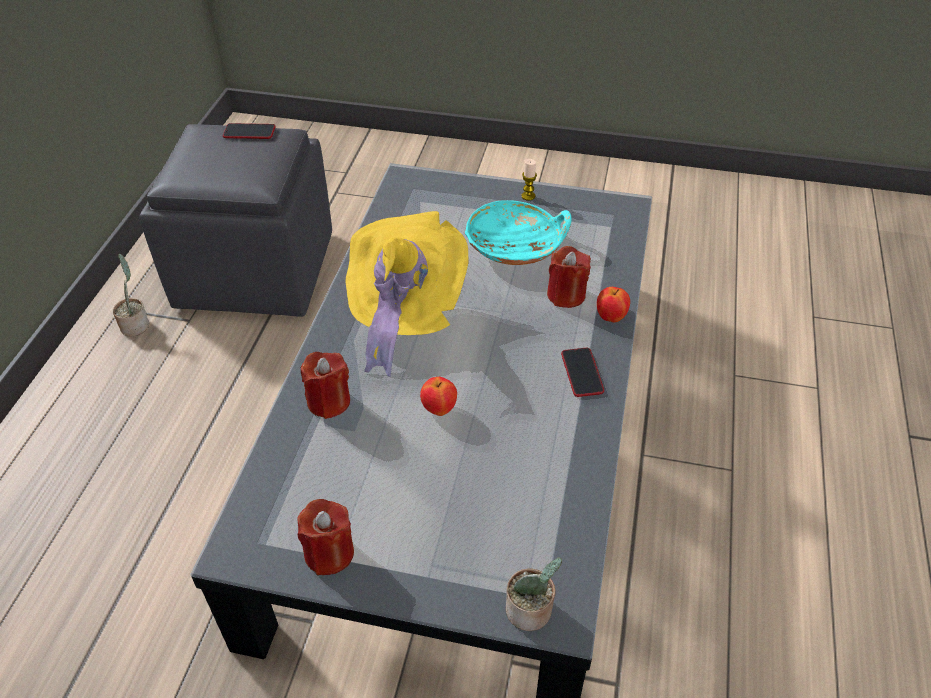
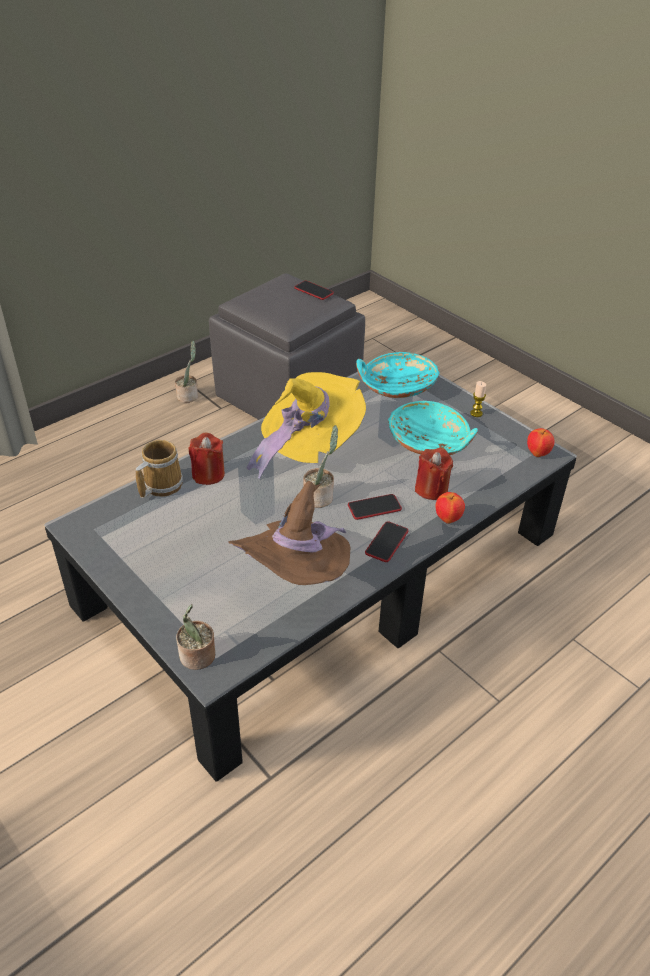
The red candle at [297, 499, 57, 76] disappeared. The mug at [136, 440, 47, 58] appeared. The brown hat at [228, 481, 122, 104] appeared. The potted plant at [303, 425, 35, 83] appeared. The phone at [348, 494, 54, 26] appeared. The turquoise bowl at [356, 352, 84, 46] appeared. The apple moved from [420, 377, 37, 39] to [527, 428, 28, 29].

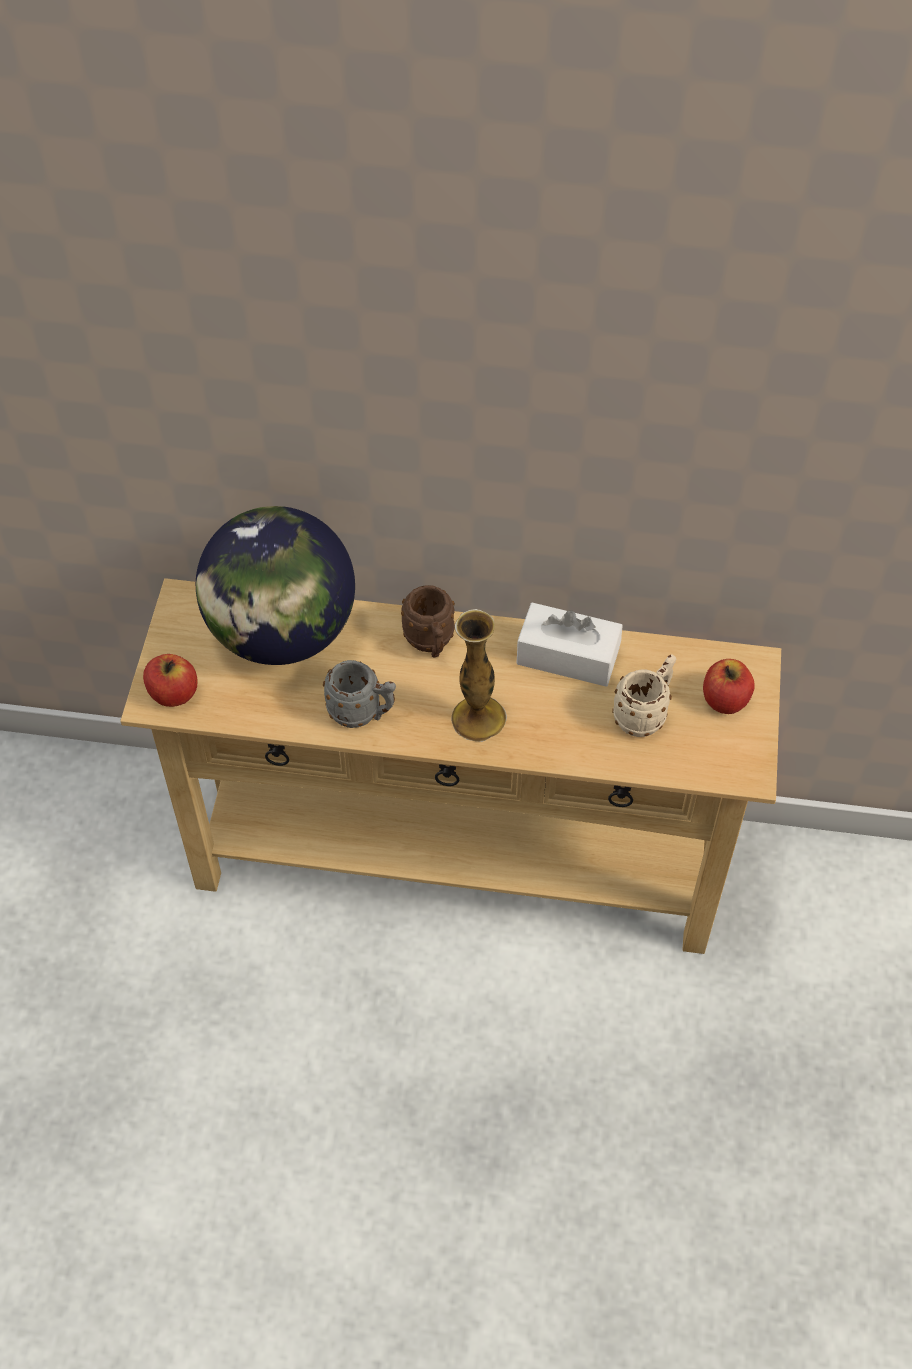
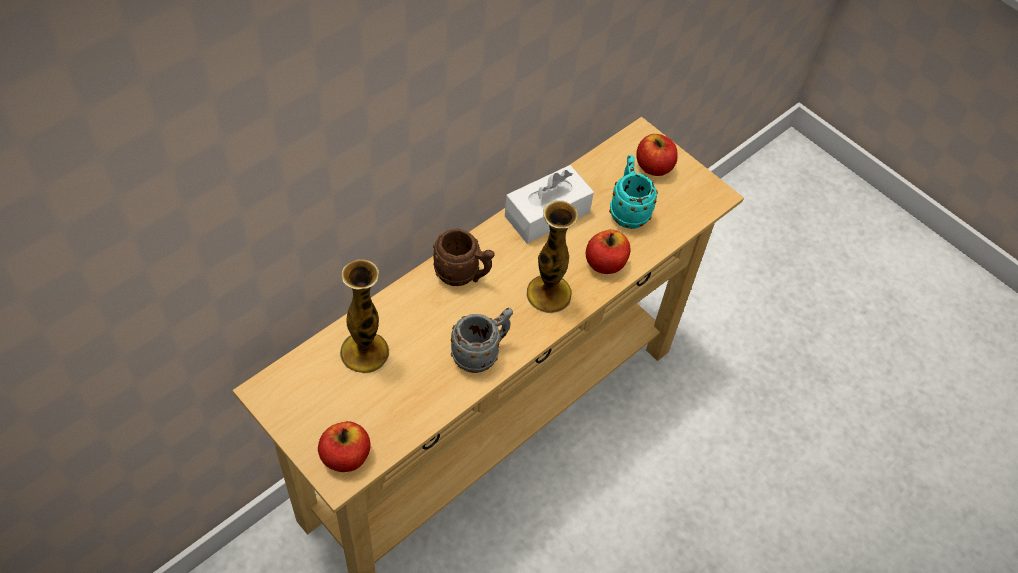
The apple at [586, 230, 45, 44] appeared. The globe at [196, 506, 159, 159] was replaced by the vase at [340, 259, 49, 114]. The beige mug at [612, 654, 64, 83] became the turquoise mug at [609, 155, 49, 74].

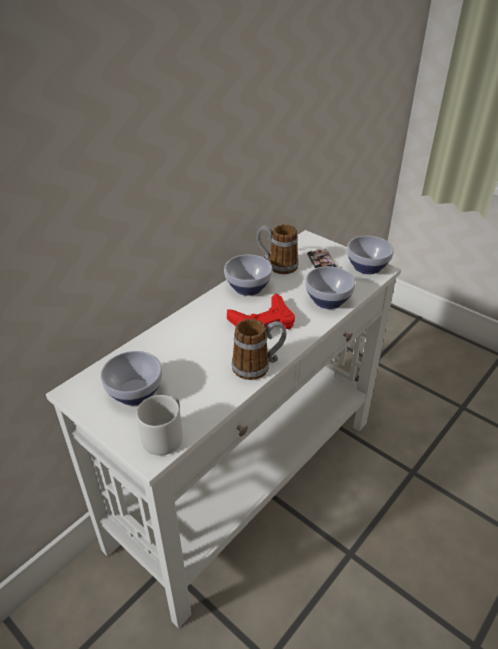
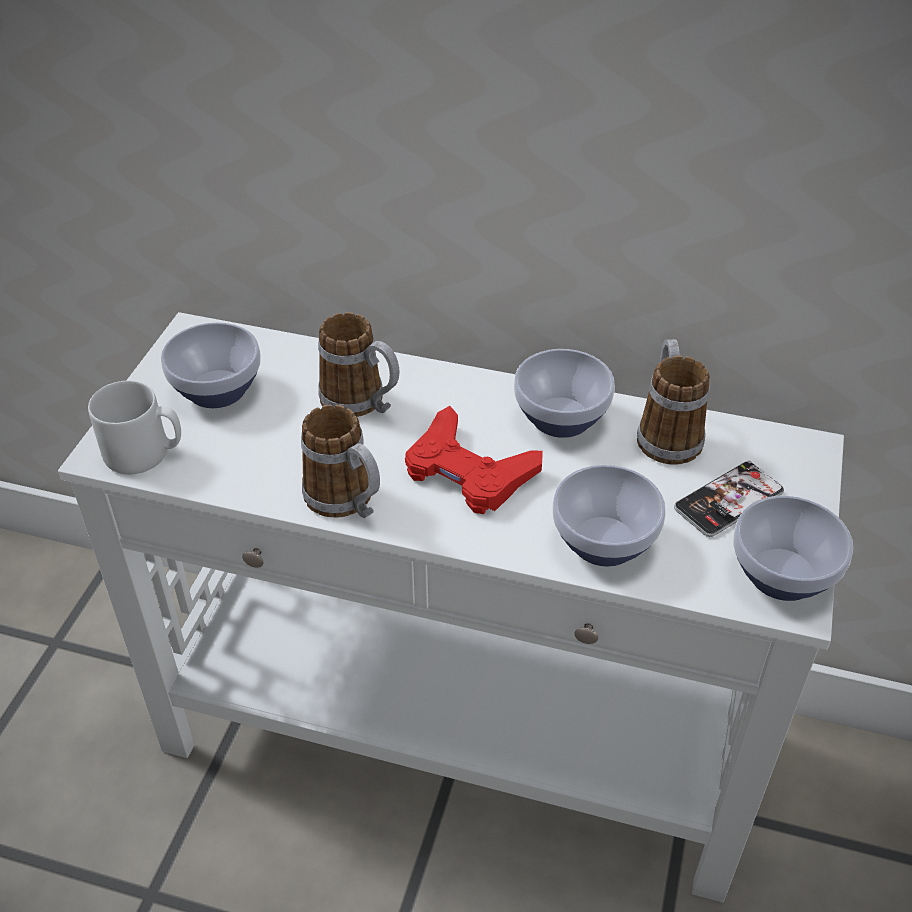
The mug at [318, 312, 81, 105] appeared.

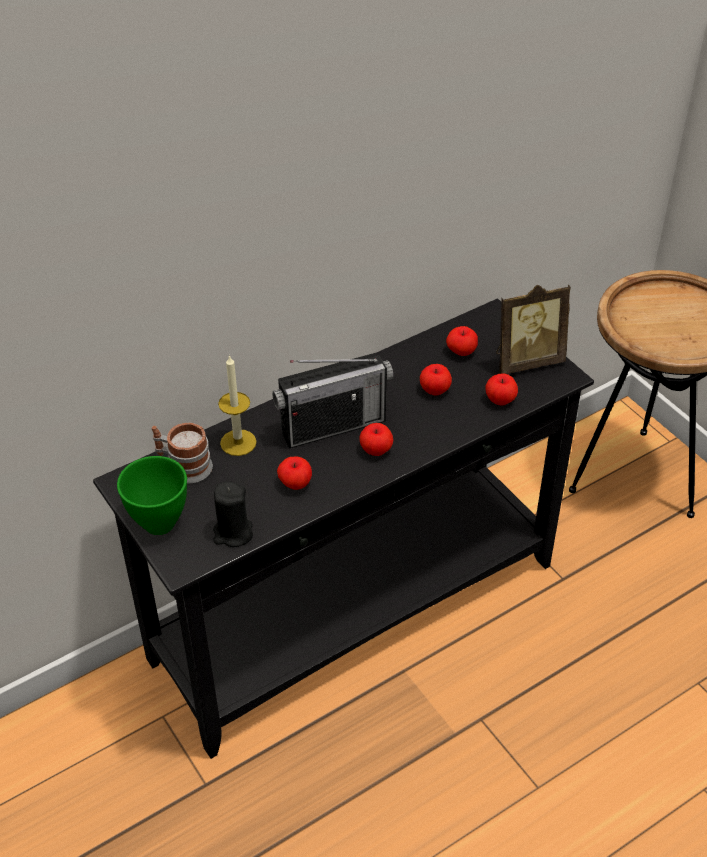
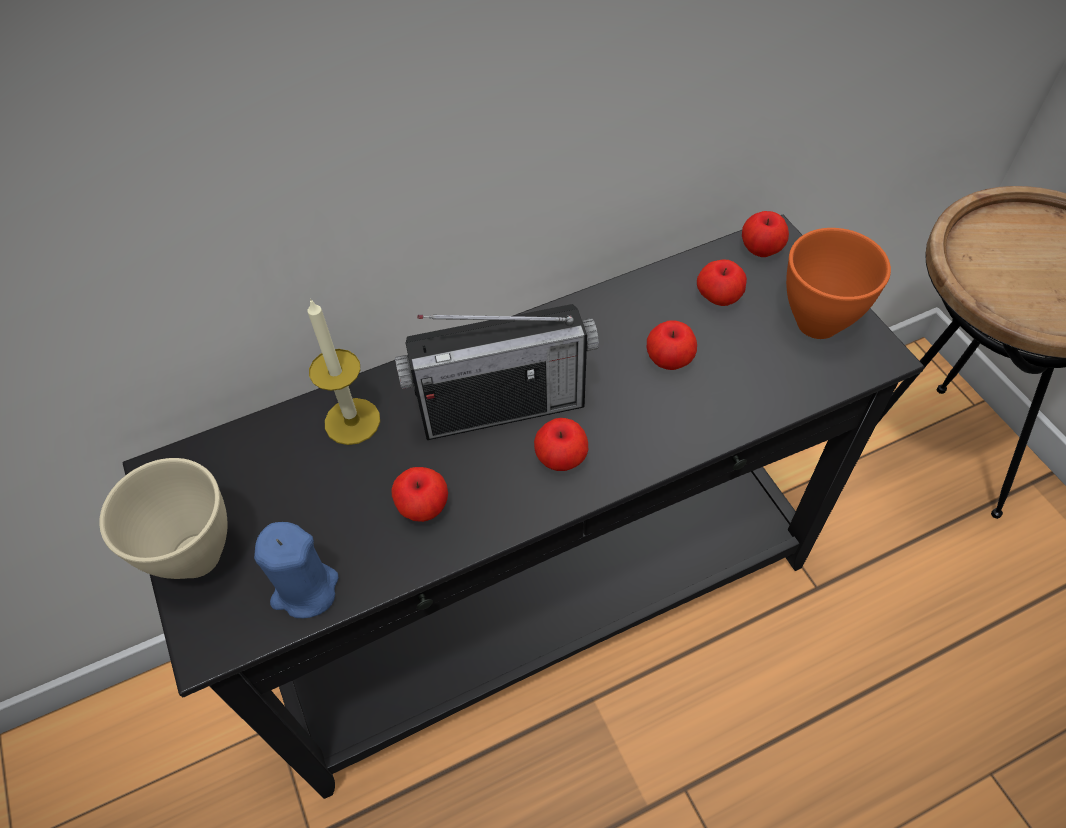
The mug at [152, 423, 61, 60] disappeared. The apple moved from [486, 374, 32, 32] to [742, 211, 47, 46]. The picture frame at [496, 285, 75, 89] was replaced by the orange bowl at [786, 228, 105, 111]. The green bowl at [117, 456, 70, 79] became the beige bowl at [99, 458, 129, 121]. The black candle at [213, 481, 40, 66] became the blue candle at [254, 522, 85, 96].

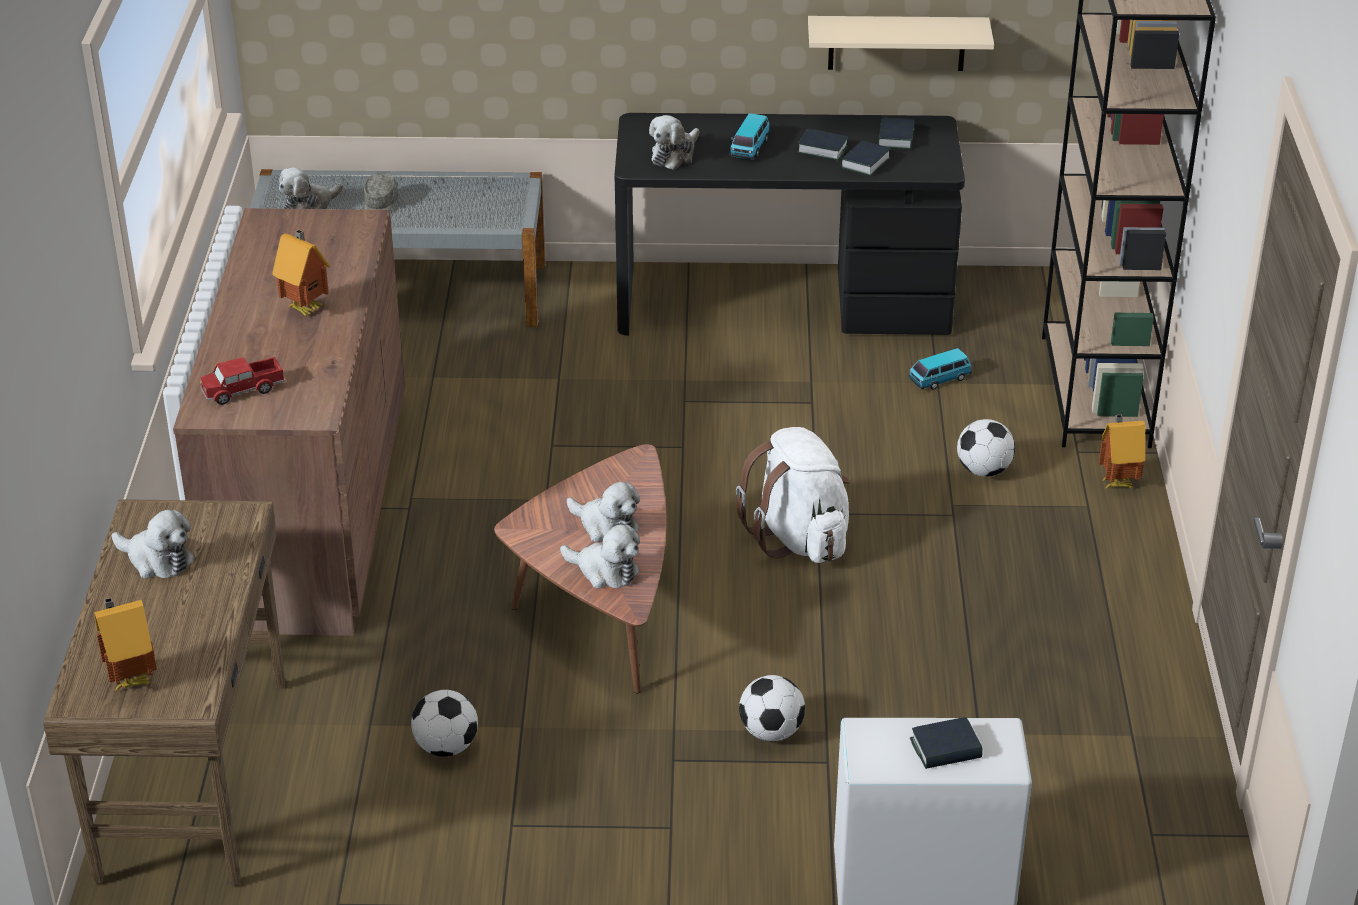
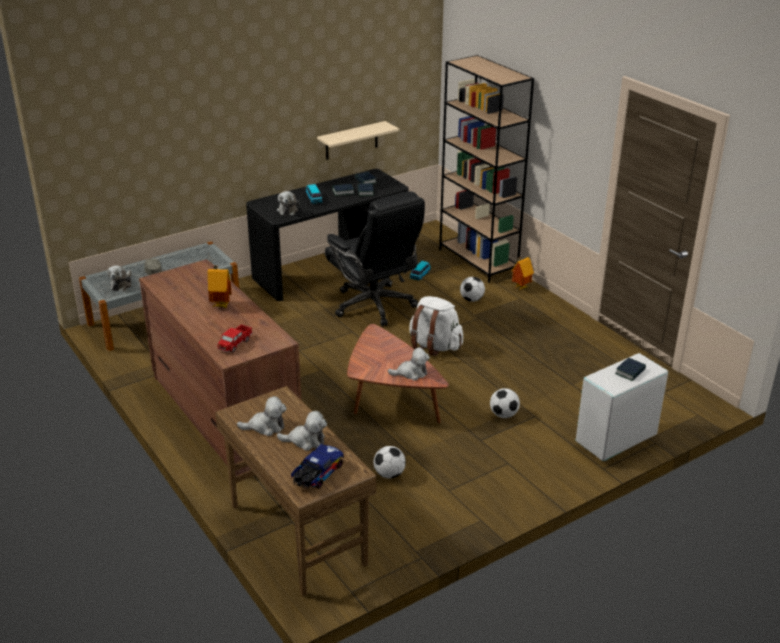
The black office chair at [325, 191, 100, 135] appeared. The plush toy moved from [567, 482, 73, 60] to [277, 411, 50, 40]. The toy house at [94, 597, 63, 95] was replaced by the toy truck at [291, 444, 53, 45].

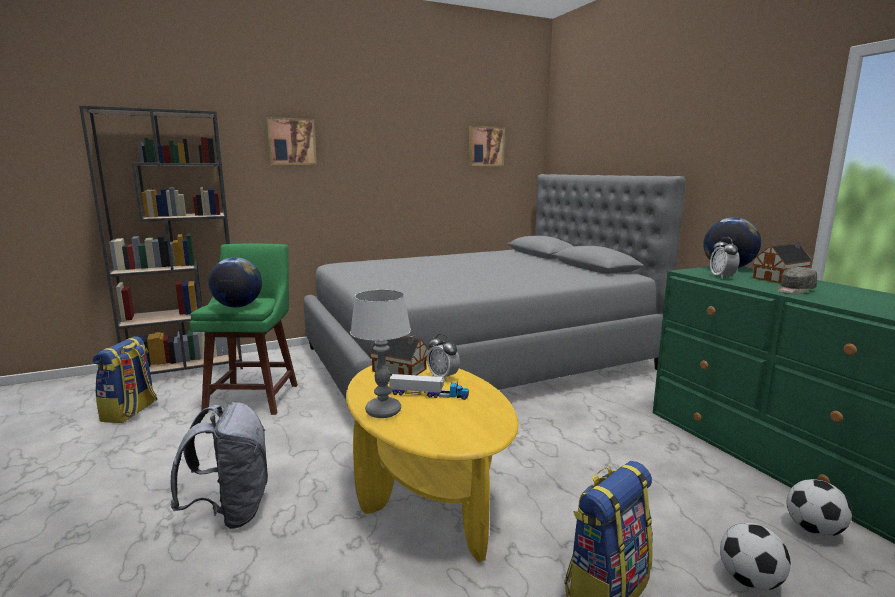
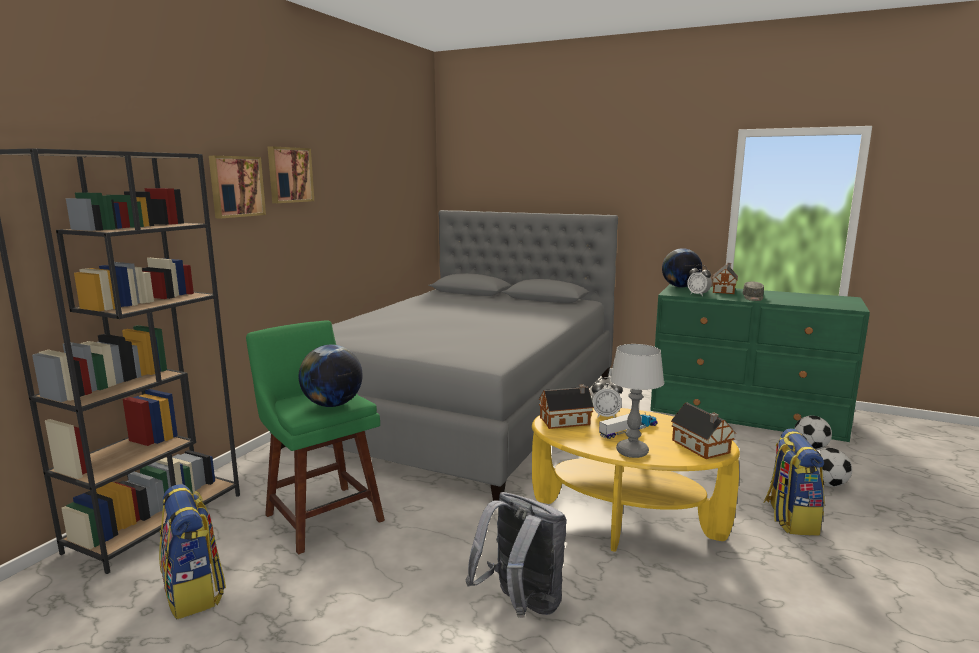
The toy house at [671, 403, 65, 56] appeared. The picture moved from [469, 126, 36, 40] to [268, 146, 46, 57].

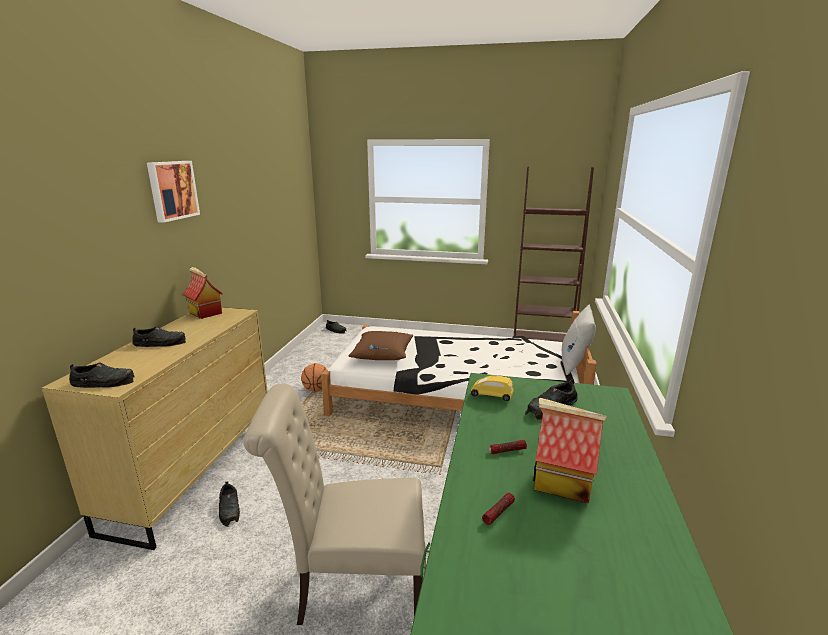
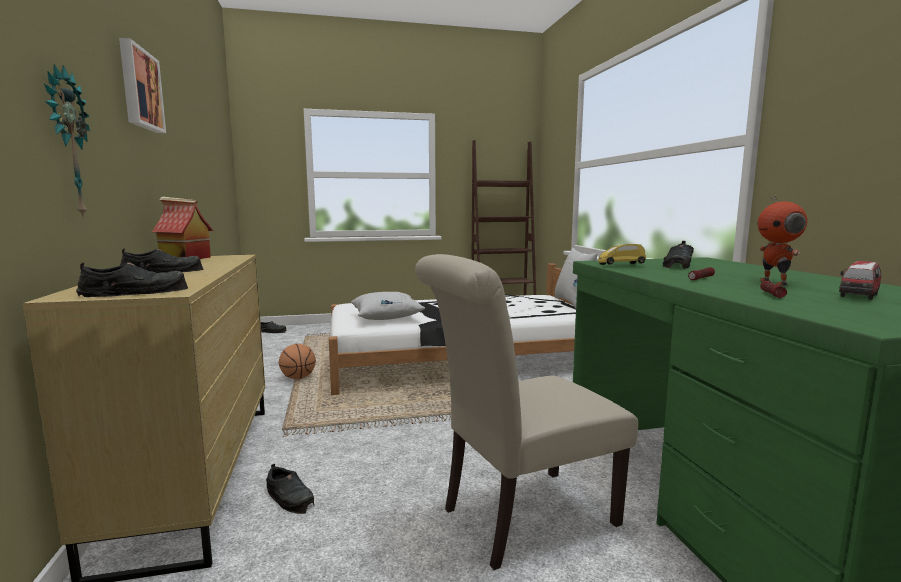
The wall clock at [44, 64, 46, 154] appeared. The toy car at [839, 261, 42, 39] appeared. The toy house at [533, 398, 74, 105] was replaced by the toy robot at [758, 195, 49, 90]. The brown pillow at [348, 331, 65, 29] became the grey pillow at [351, 291, 74, 29].

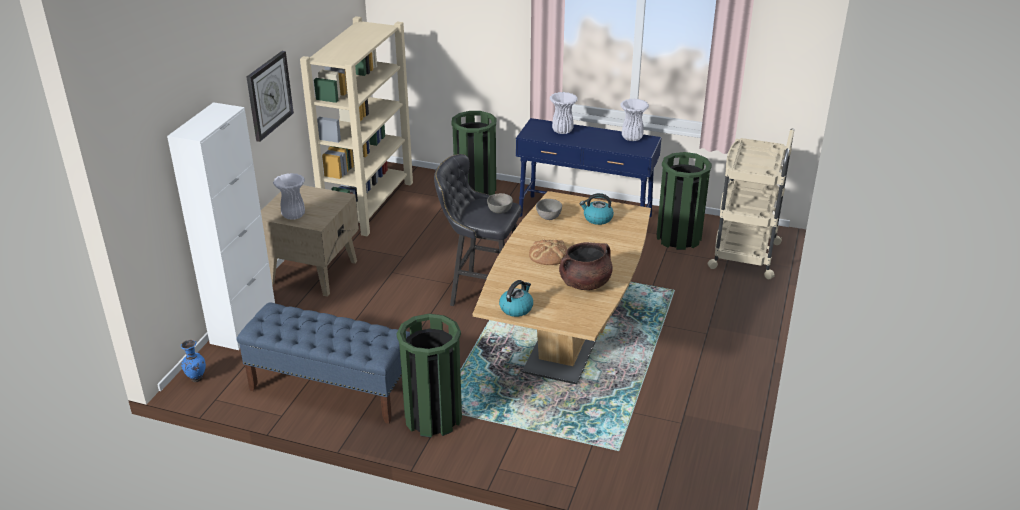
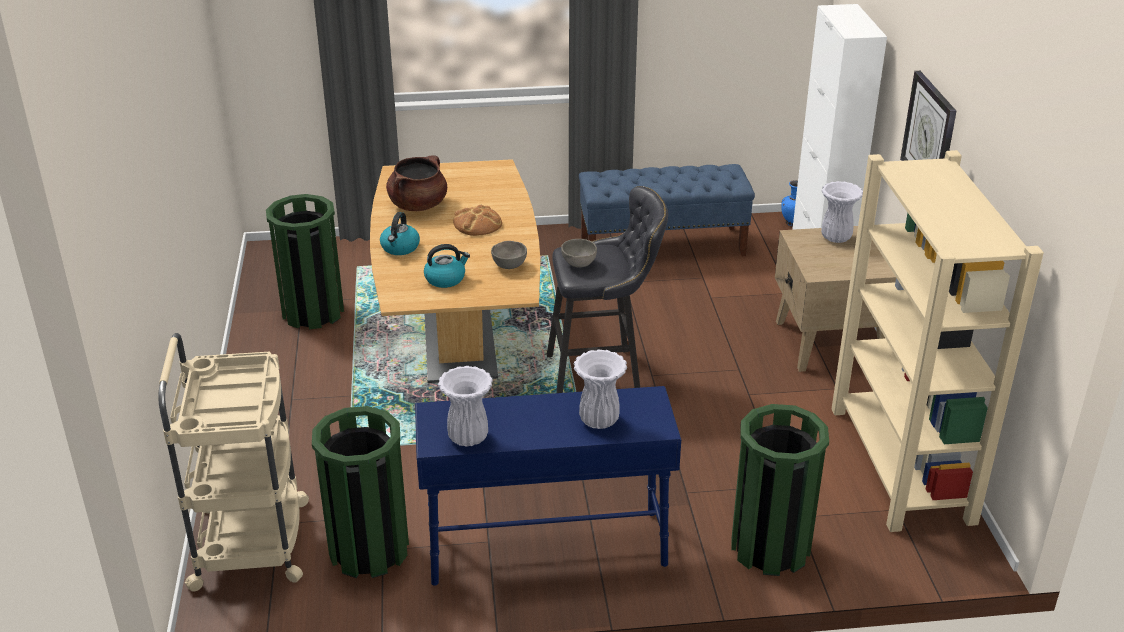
The green trash can moved from [397, 314, 65, 124] to [266, 194, 78, 135]. The kettle moved from [499, 280, 34, 37] to [380, 212, 40, 43].

